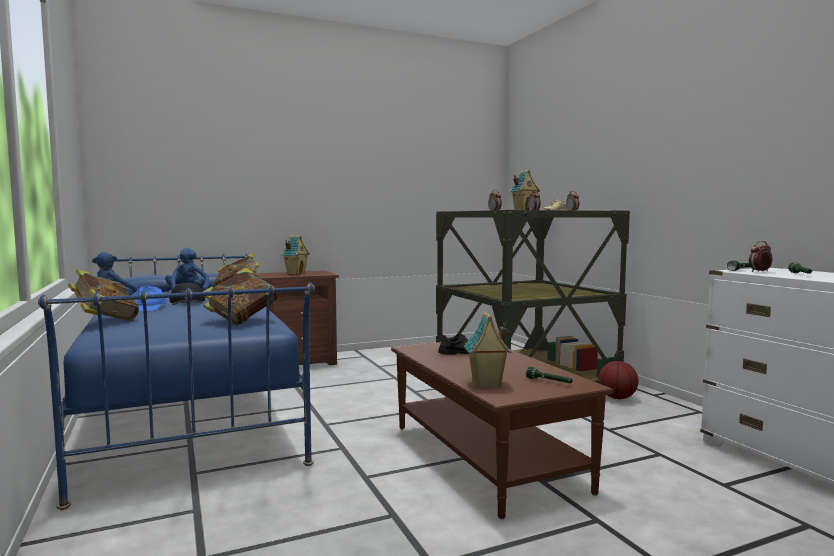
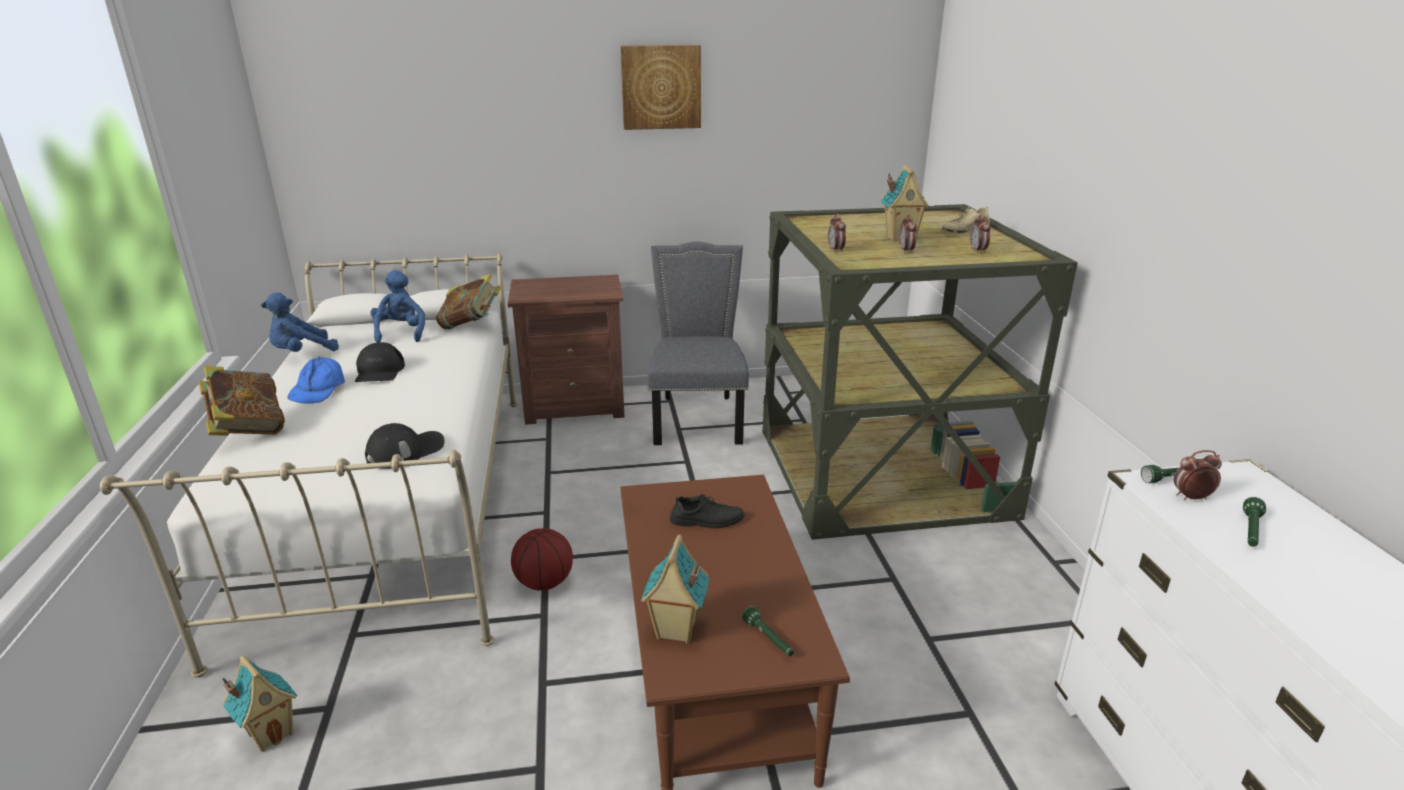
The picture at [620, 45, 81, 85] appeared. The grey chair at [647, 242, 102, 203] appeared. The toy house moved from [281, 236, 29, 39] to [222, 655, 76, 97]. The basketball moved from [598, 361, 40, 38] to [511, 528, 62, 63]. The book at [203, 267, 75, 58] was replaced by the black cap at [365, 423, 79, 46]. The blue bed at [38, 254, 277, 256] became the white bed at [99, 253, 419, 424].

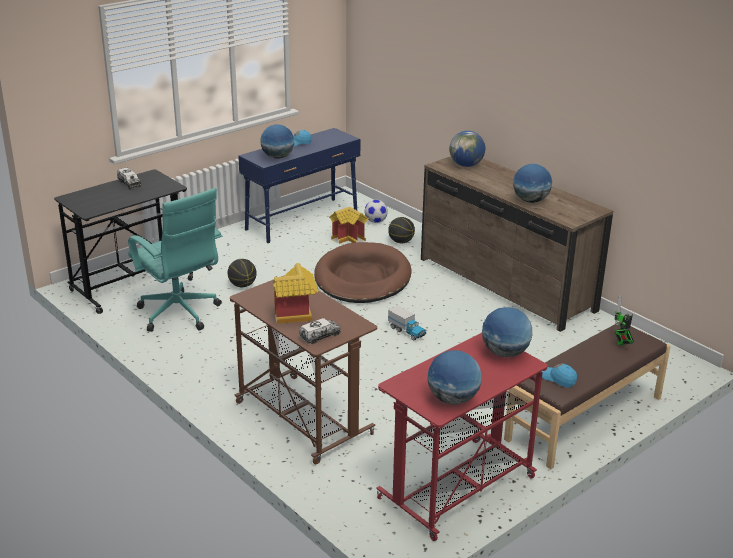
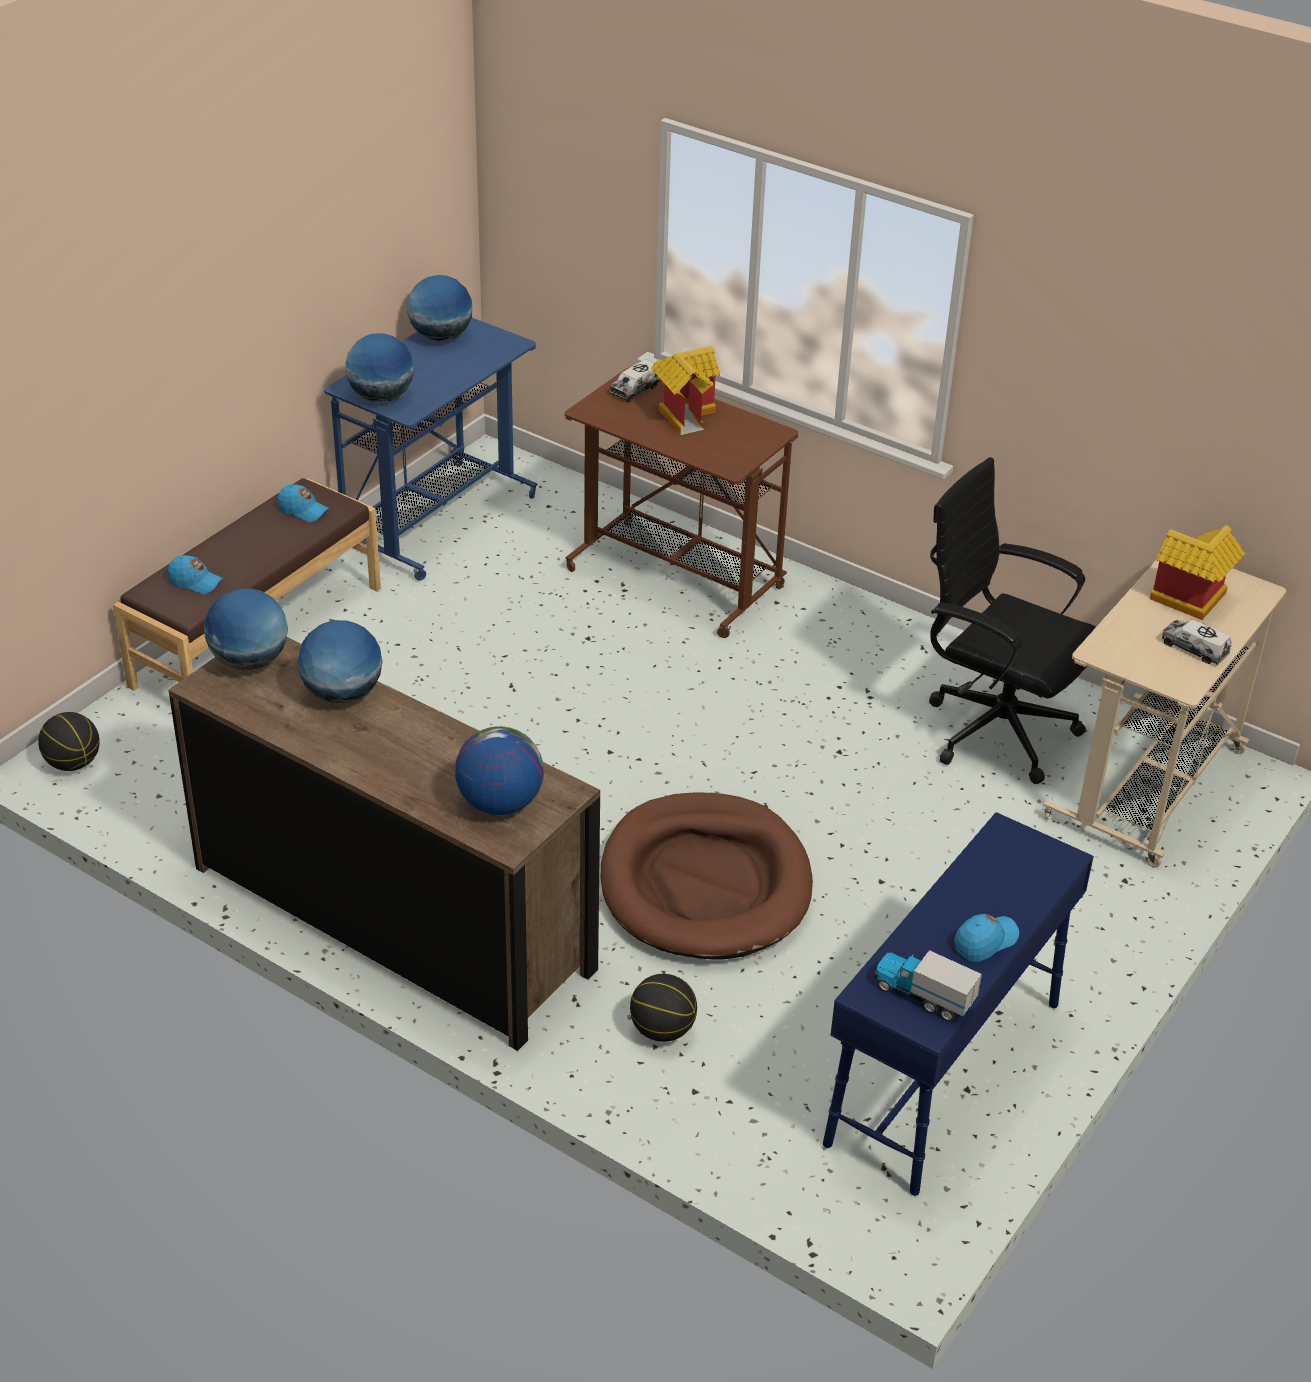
The football at [364, 200, 24, 23] disappeared. The basketball moved from [228, 259, 29, 28] to [38, 712, 62, 59]. The globe moved from [261, 124, 33, 35] to [204, 588, 84, 82]. The toy house moved from [329, 207, 40, 37] to [1150, 525, 95, 95]. The toy truck moved from [388, 305, 38, 36] to [875, 947, 107, 74]. The toy robot at [614, 295, 20, 51] was replaced by the blue cap at [168, 555, 55, 39]. The black desk at [54, 169, 139, 145] became the beige desk at [1043, 558, 243, 310]. The turquoise office chair at [128, 188, 94, 144] became the black office chair at [929, 457, 167, 327]. The red desk at [376, 333, 172, 208] became the blue desk at [324, 318, 213, 263].

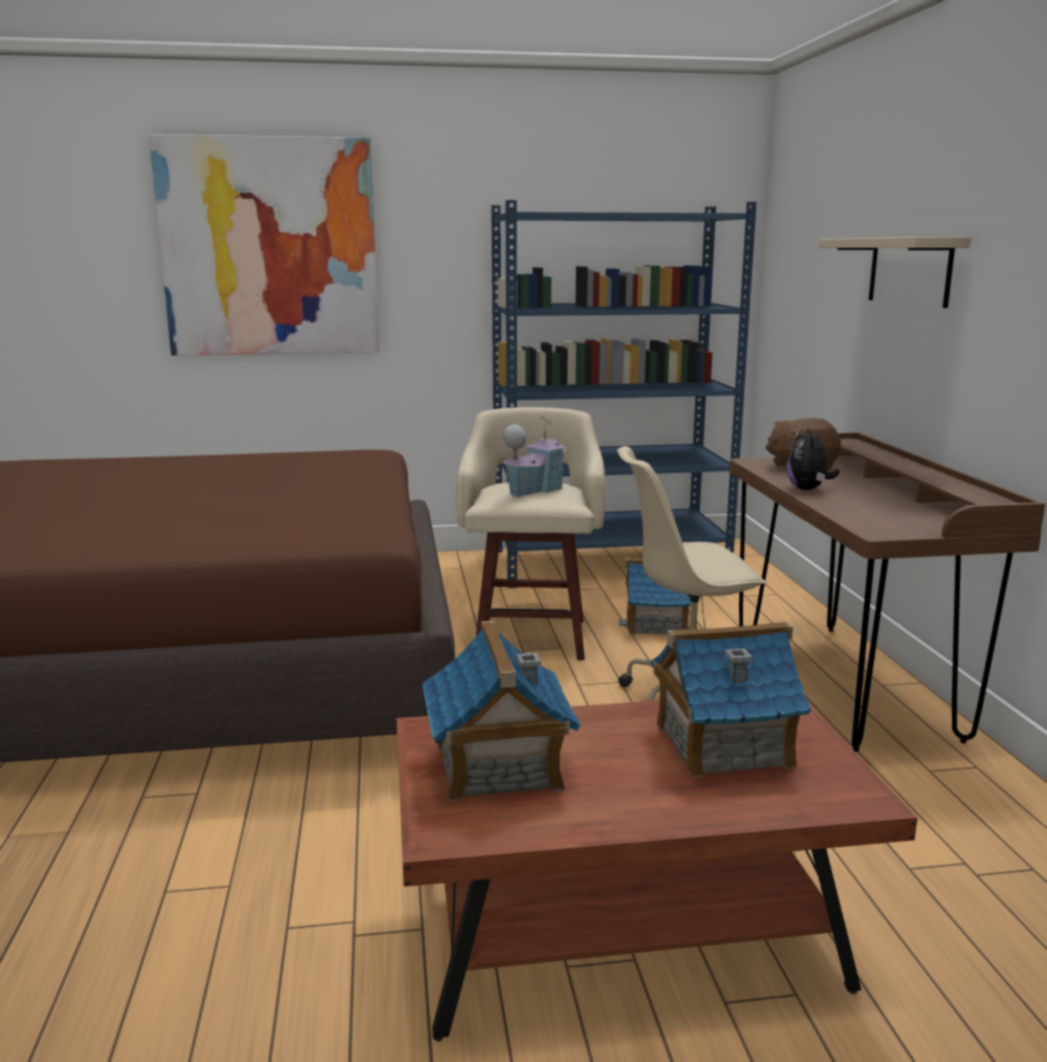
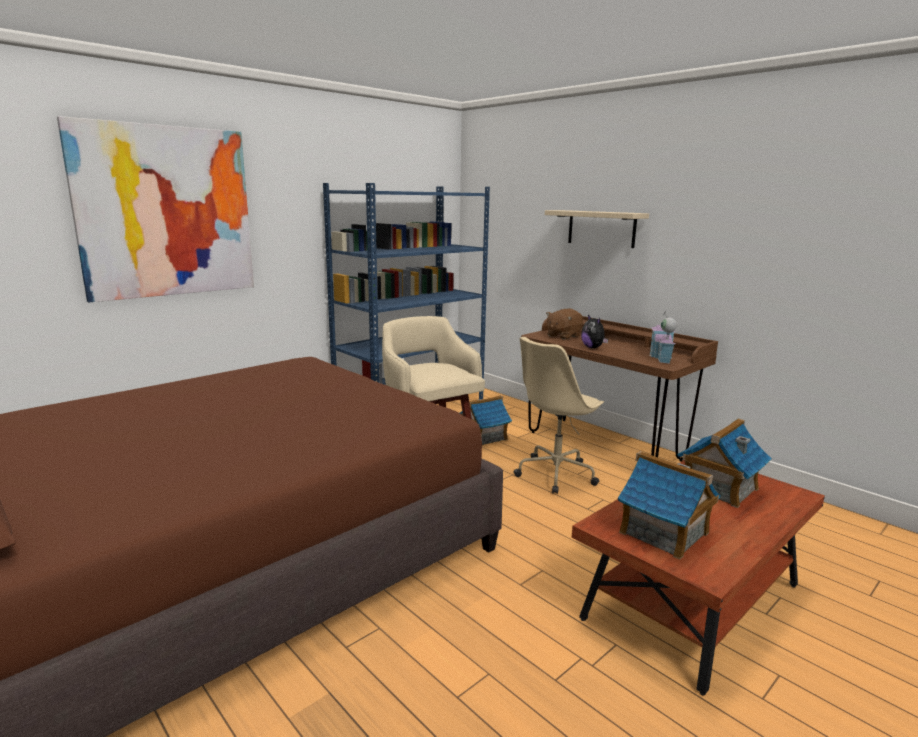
The toy house moved from [501, 416, 67, 81] to [649, 311, 28, 53].

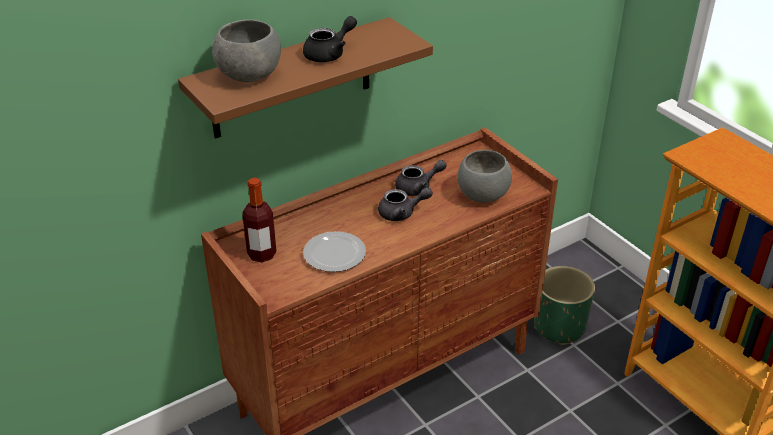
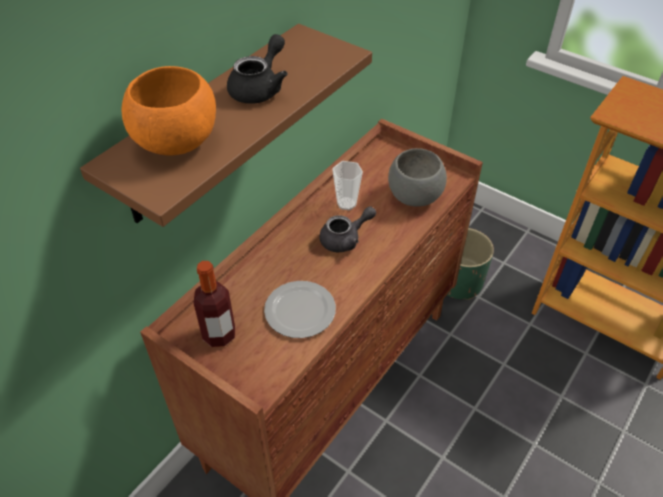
The grey teapot at [395, 160, 52, 36] was replaced by the cup at [332, 161, 31, 49]. The grey bowl at [212, 19, 69, 63] became the orange bowl at [122, 66, 94, 90].

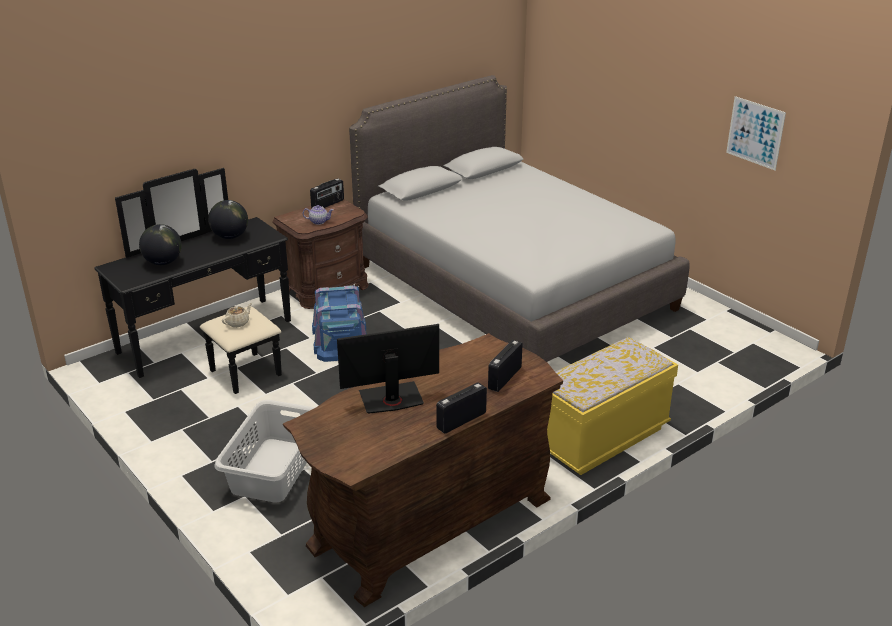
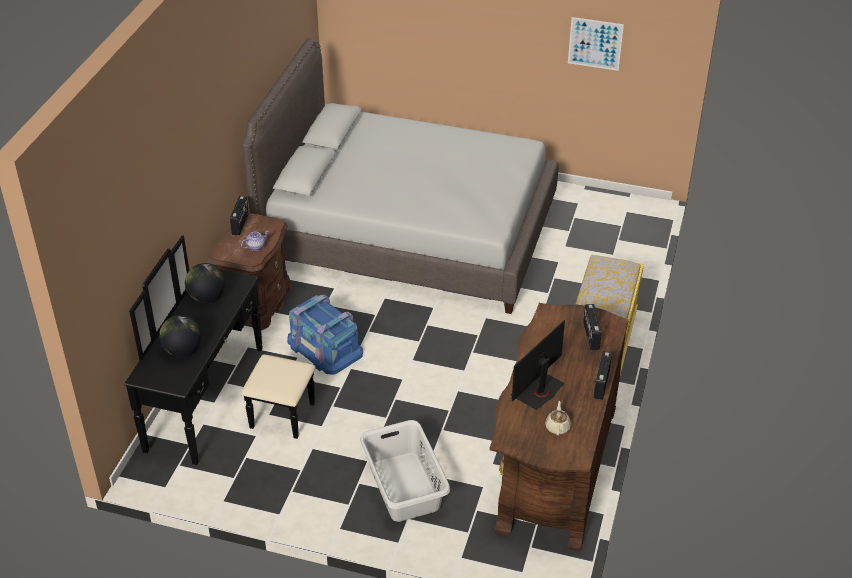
The beige teapot moved from [222, 303, 30, 24] to [545, 401, 26, 35].

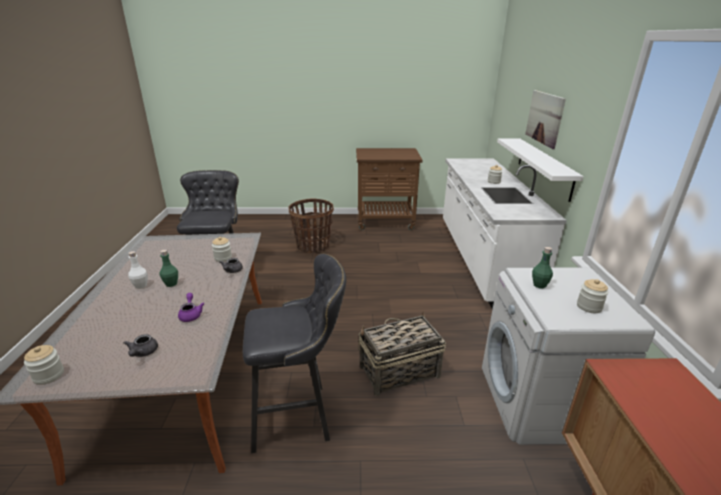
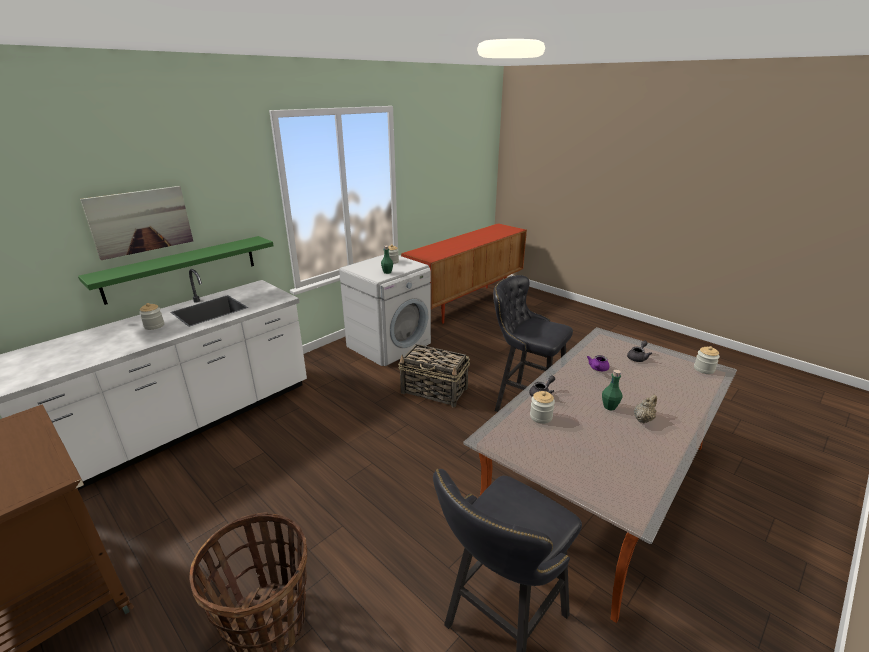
The white bottle at [128, 251, 20, 38] was replaced by the beige teapot at [634, 395, 23, 28]. The white shelf at [497, 138, 87, 64] became the green shelf at [78, 236, 196, 69].

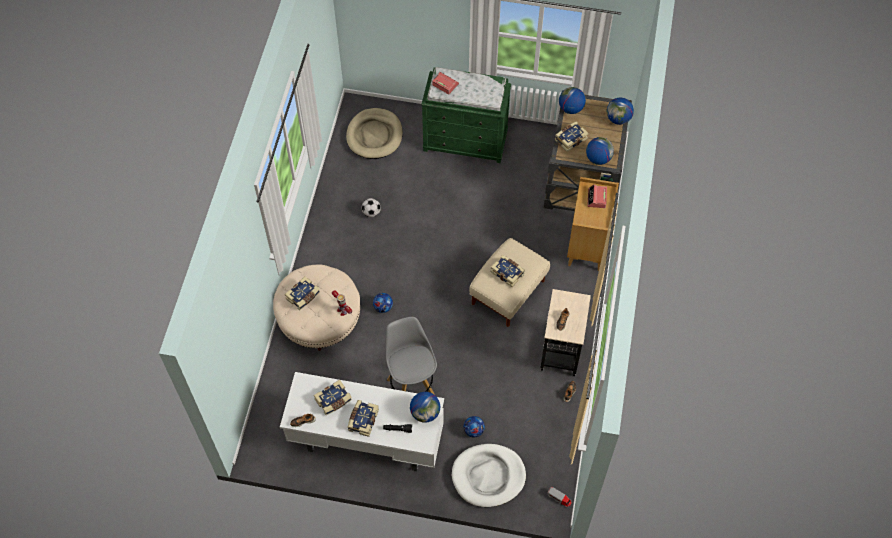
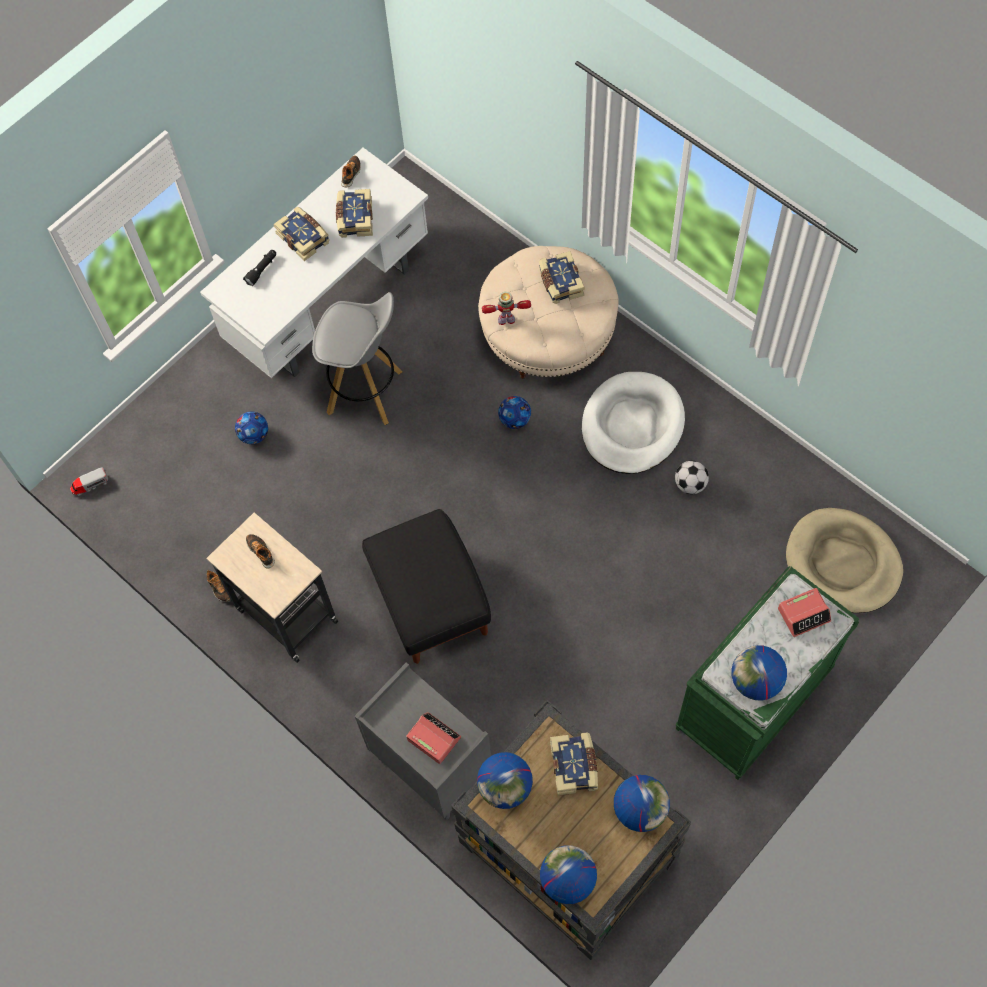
The book at [490, 255, 35, 32] disappeared. The globe moved from [410, 392, 30, 31] to [732, 645, 55, 56]. The white dog bed moved from [452, 444, 74, 63] to [582, 372, 103, 102]. The beige ottoman at [469, 238, 81, 89] became the black ottoman at [362, 509, 129, 155]. The brown cabinet at [567, 177, 52, 94] became the grey cabinet at [355, 662, 136, 158].

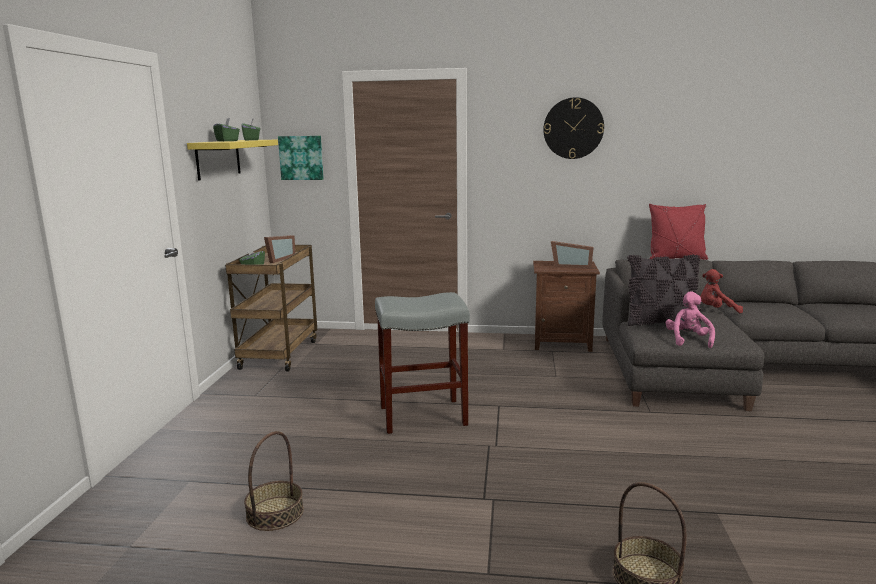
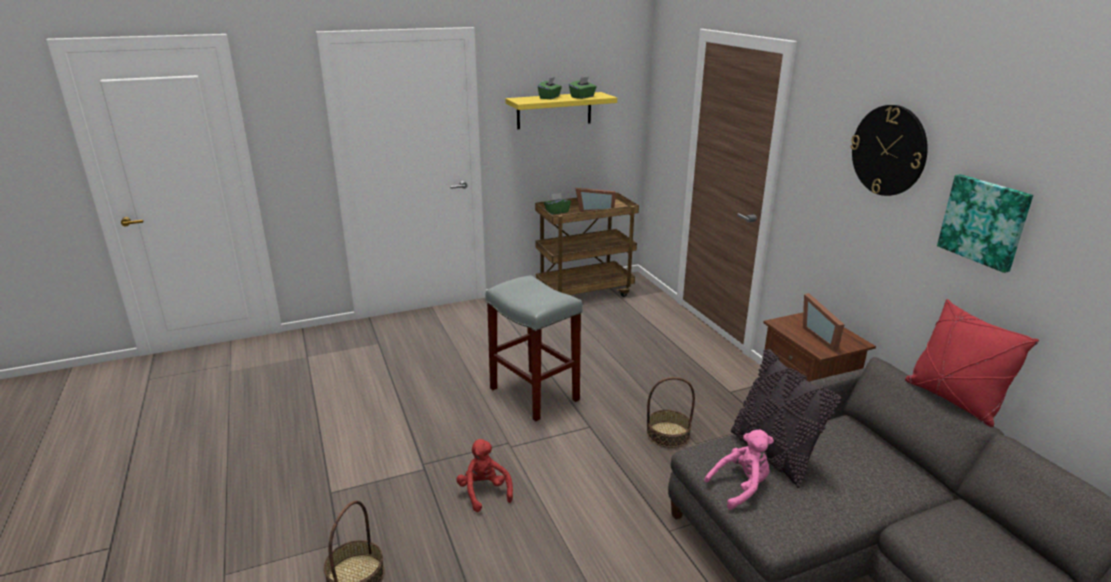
The basket moved from [244, 431, 60, 100] to [647, 377, 48, 71]. The picture moved from [278, 136, 46, 44] to [937, 174, 96, 99]. The red plush toy moved from [700, 269, 43, 44] to [456, 439, 57, 73].

